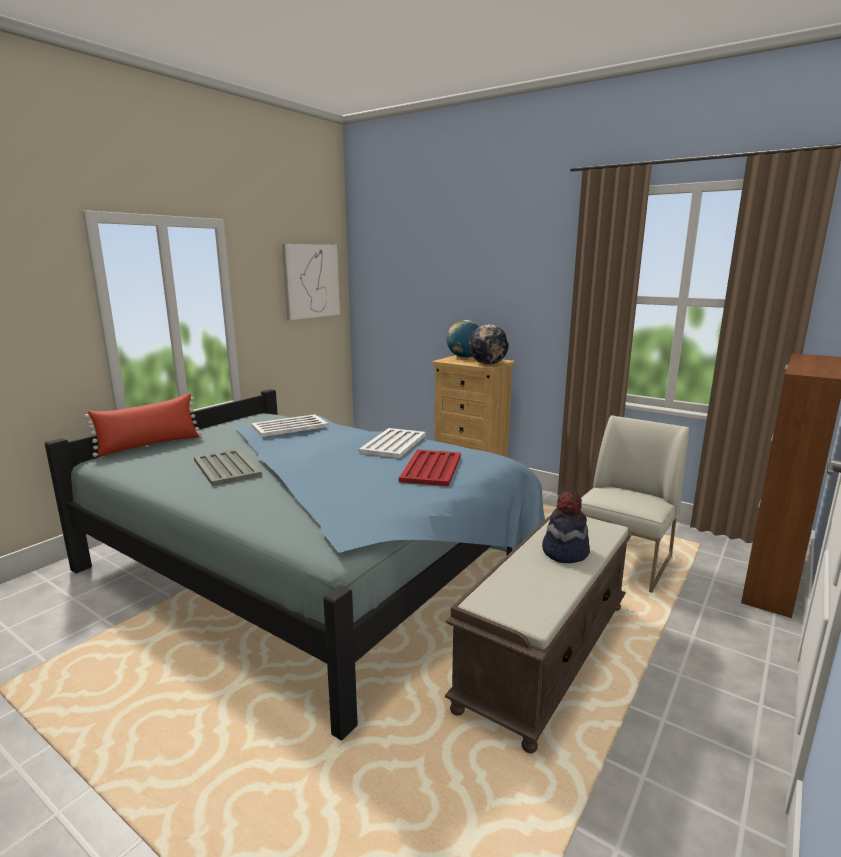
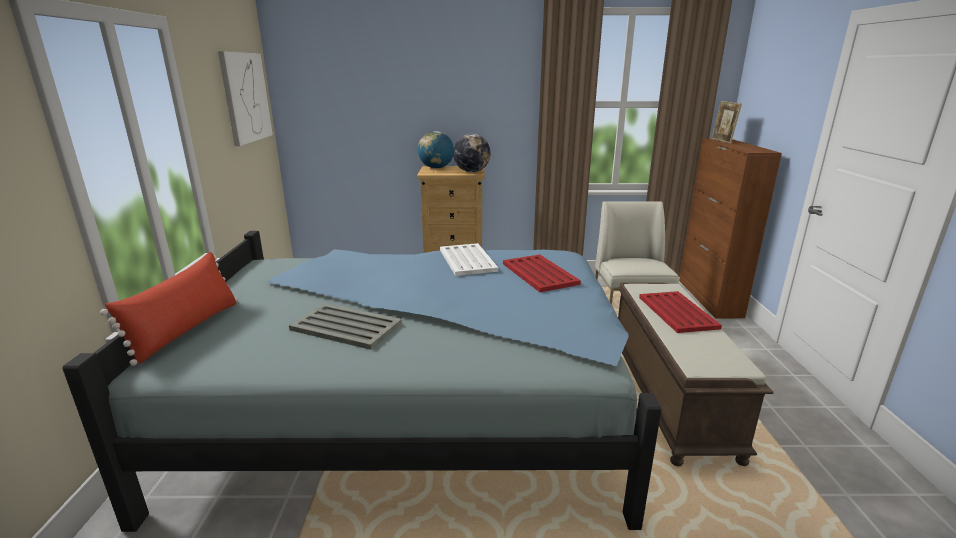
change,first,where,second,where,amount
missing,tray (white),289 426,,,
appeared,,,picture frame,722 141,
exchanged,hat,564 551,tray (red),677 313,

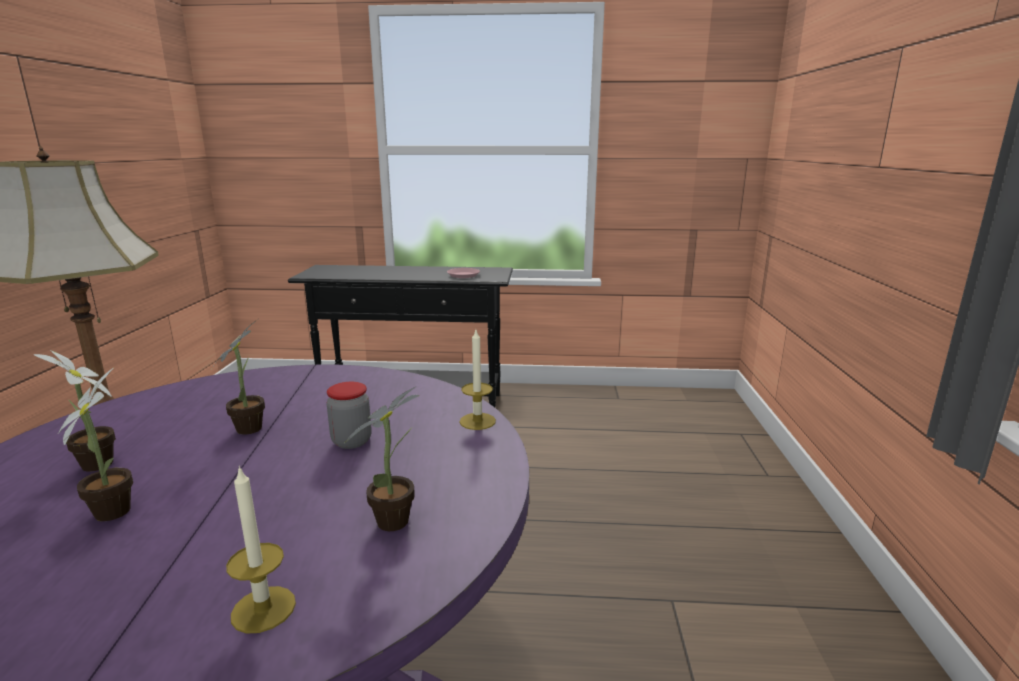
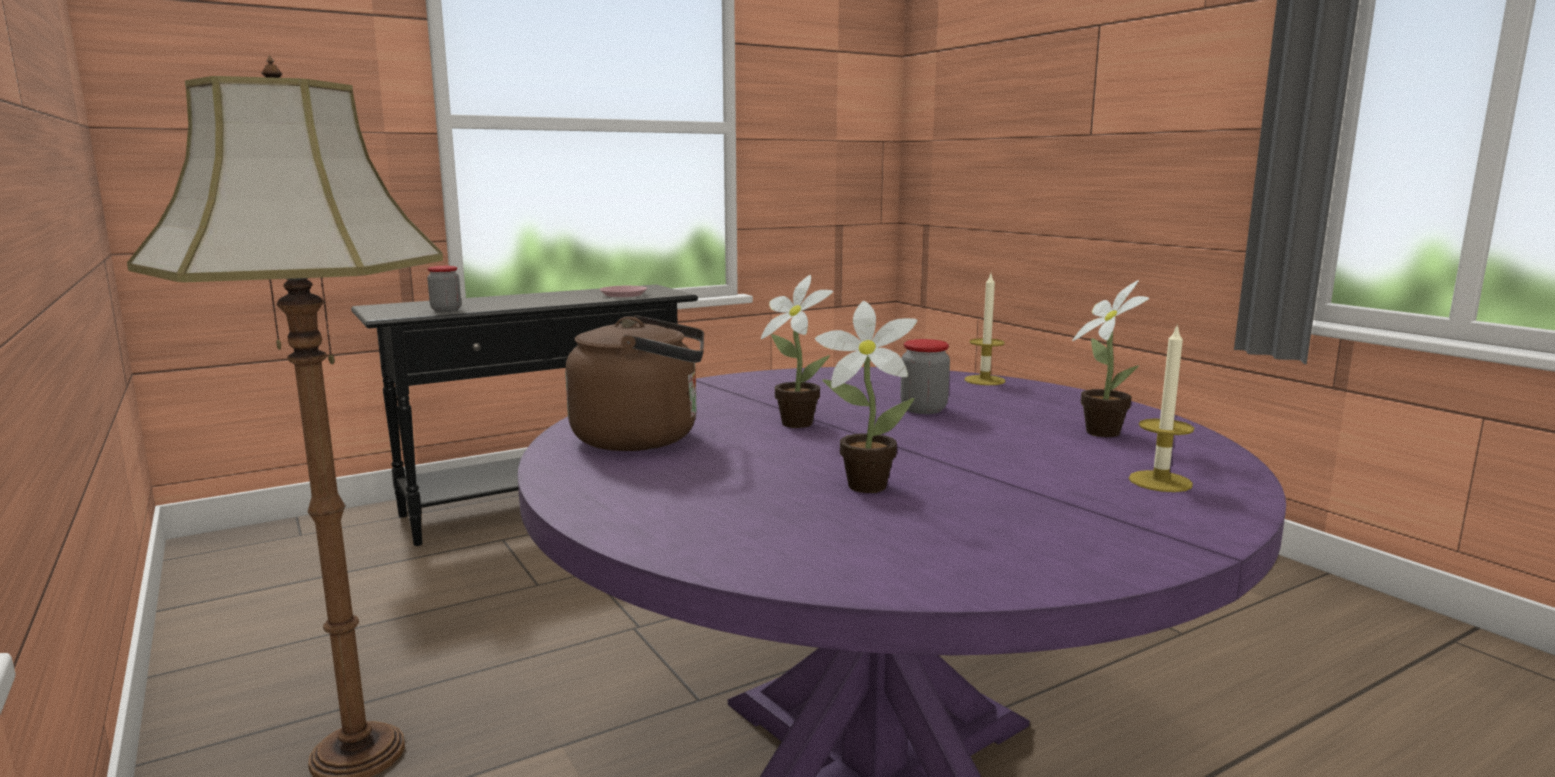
change,first,where,second,where,amount
missing,potted plant,96 467,,,
appeared,,,jar,446 310,
appeared,,,kettle (brown),644 438,

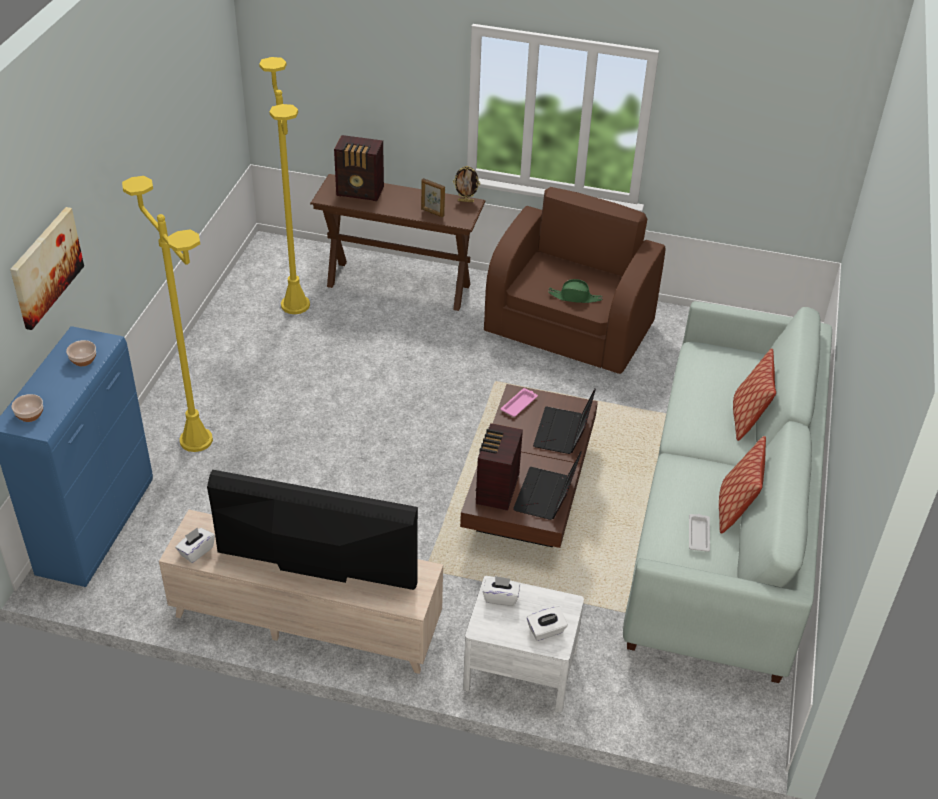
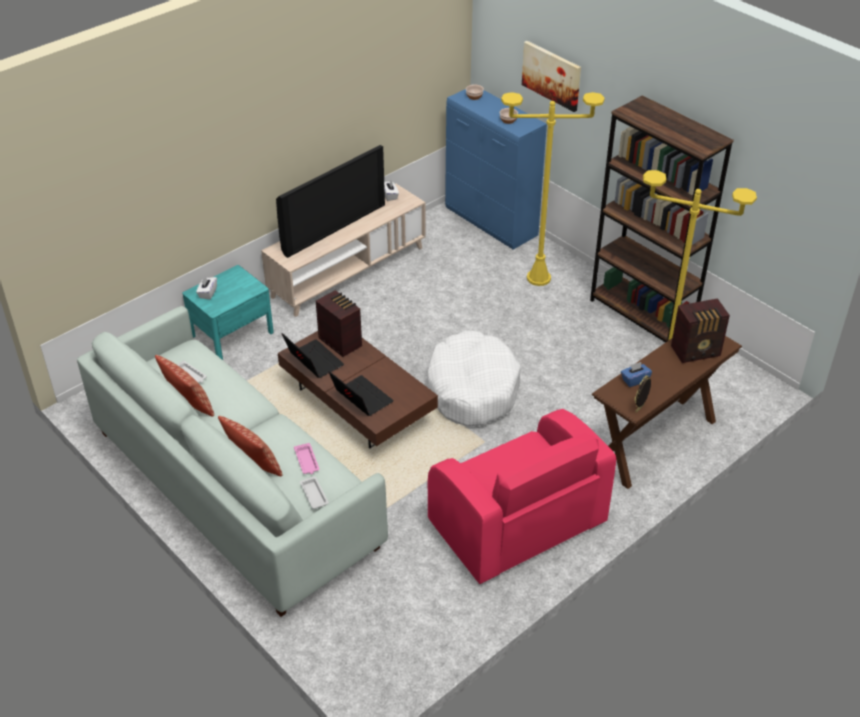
change,first,where,second,where,amount
missing,tissue box (white),500 597,,,
missing,hat (green),575 297,,,
appeared,,,tray (white),314 494,
appeared,,,dog bed (white),472 389,
appeared,,,bookcase (brown),642 315,
relocated,tray (pink),519 404,,307 461,
exchanged,picture frame,432 212,tissue box (blue),634 380,
colour,nightstand (white),520 669,nightstand (turquoise),232 334,
colour,armchair (brown),570 328,armchair (pink),516 524,
spun,radio,361 192,,696 351,150 degrees counterclockwise

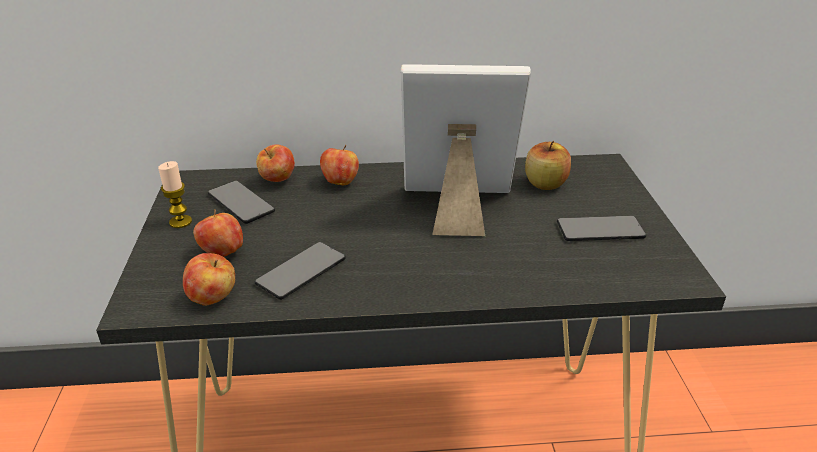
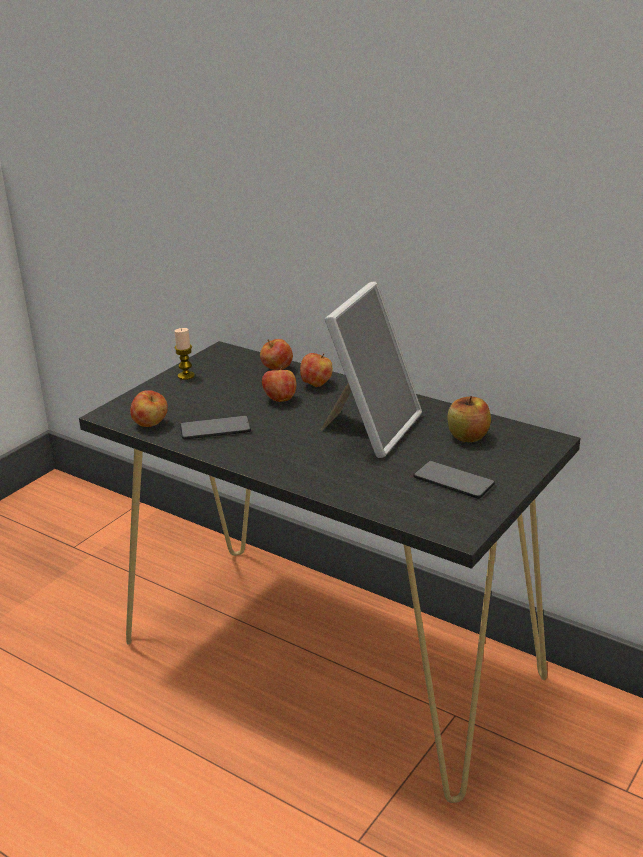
change,first,where,second,where,amount
missing,phone,241 203,,,
relocated,apple,222 253,,280 399,
spun,picture frame,456 208,,370 429,75 degrees clockwise

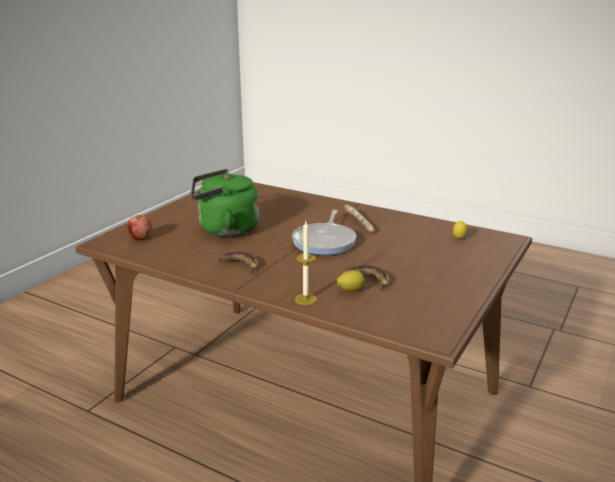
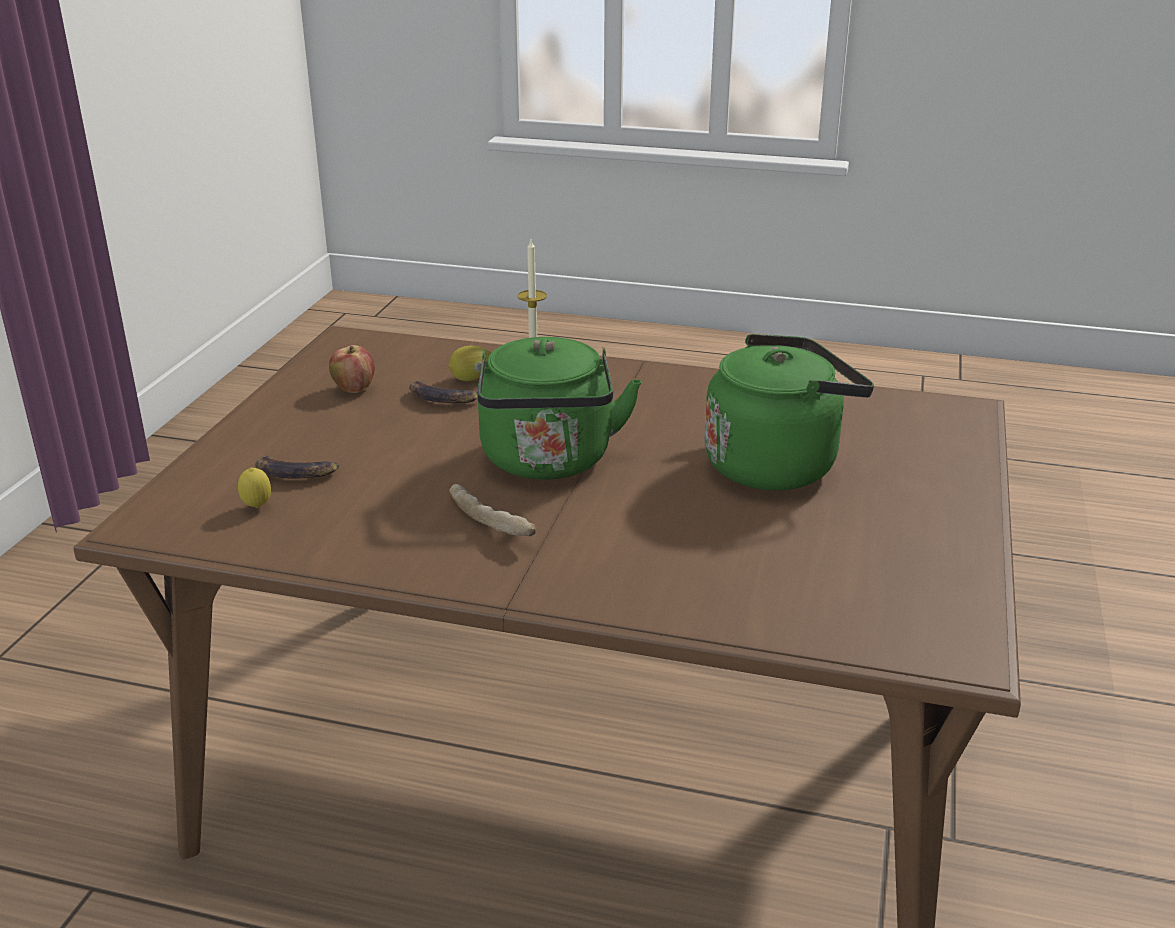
change,first,where,second,where,amount
relocated,apple,140 238,,354 389,
relocated,banana,240 265,,295 472,
exchanged,frying pan,325 241,kettle (green),548 462,

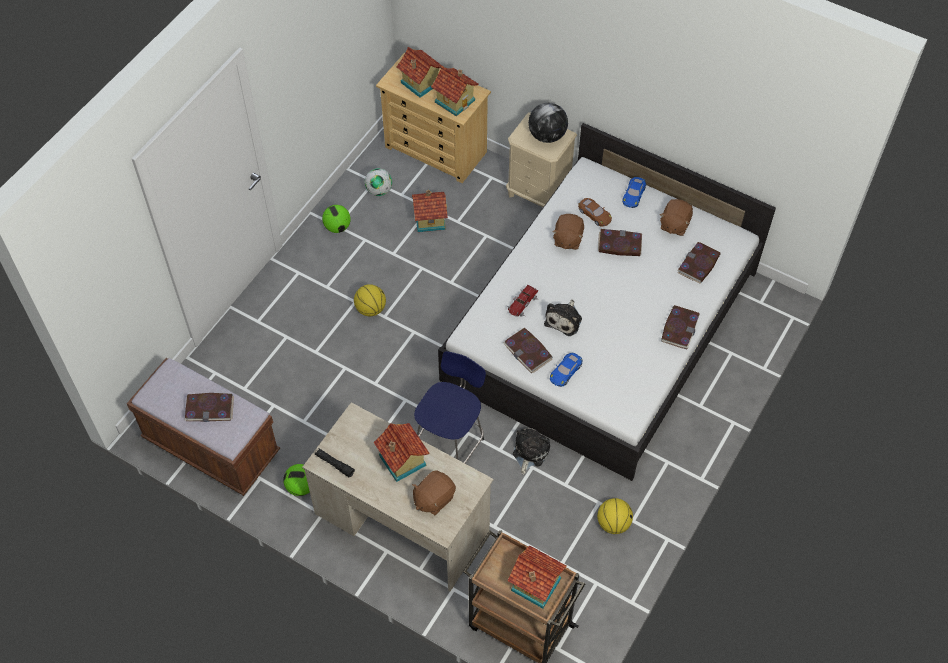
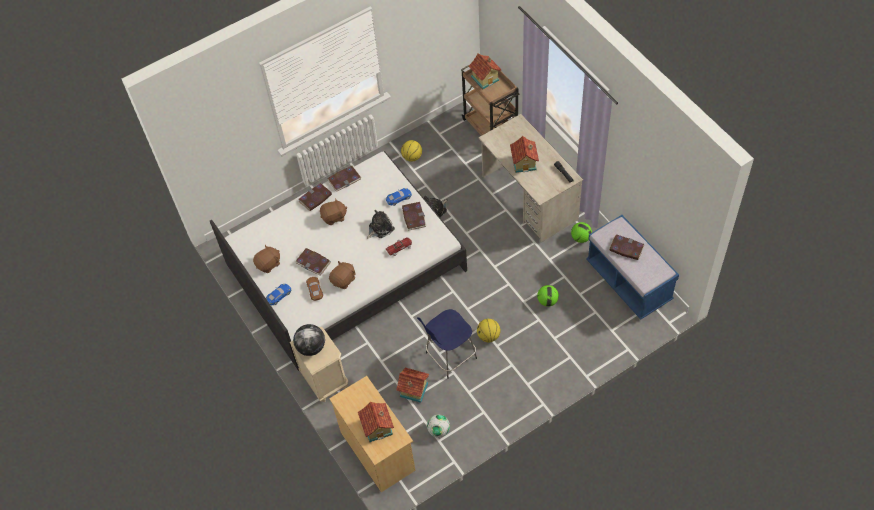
change,first,where,second,where,amount
missing,toy house,455 100,,,
relocated,football,337 227,,547 301,
relocated,plush toy (brown),433 498,,334 217,
relocated,stool (blue),450 446,,449 356,
relocated,book,698 264,,344 179,
colour,bench (brown),211 447,bench (blue),628 281,

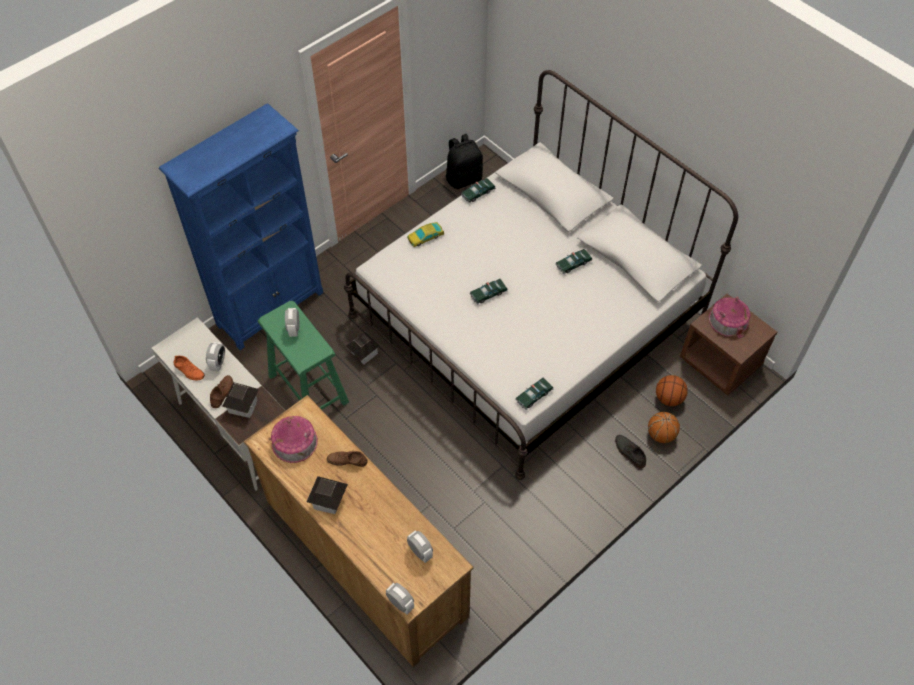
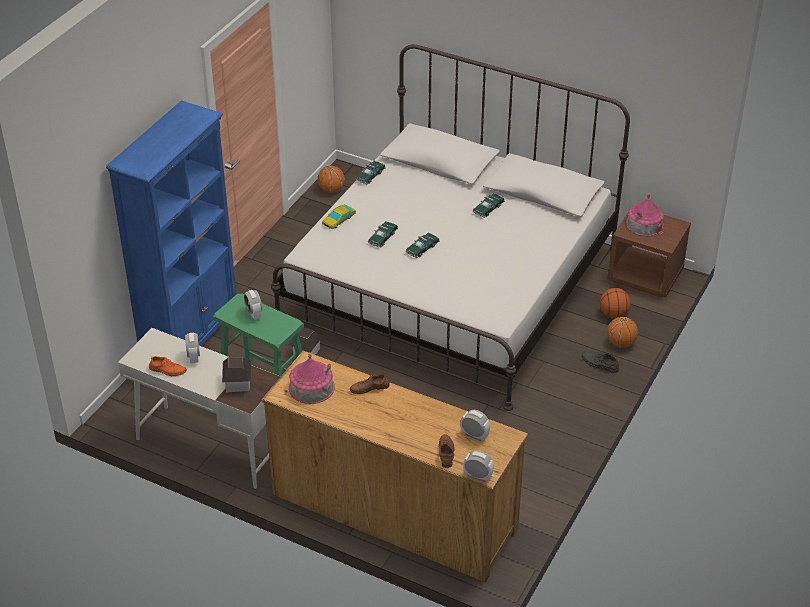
change,first,where,second,where,amount
missing,toy house,328 500,,,
relocated,shoe (brown),222 393,,446 453,
relocated,toy car,534 396,,383 237,
exchanged,backpack (black),463 178,basketball,331 190,

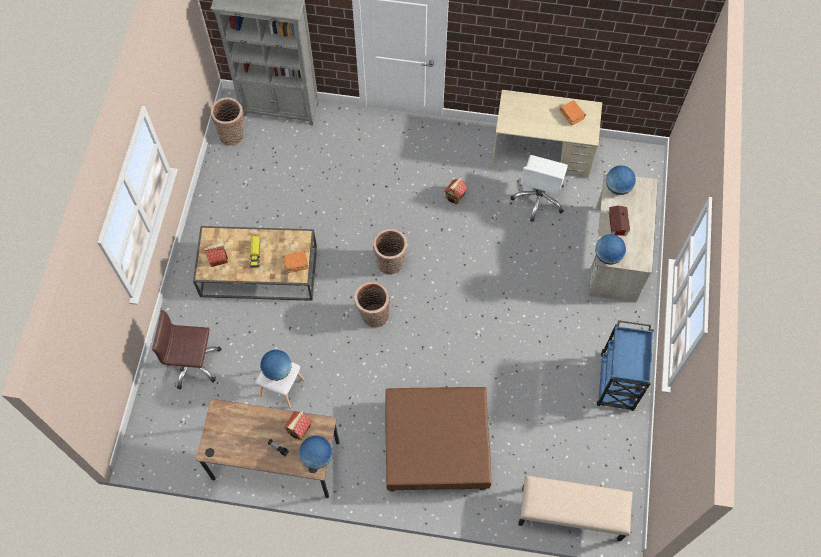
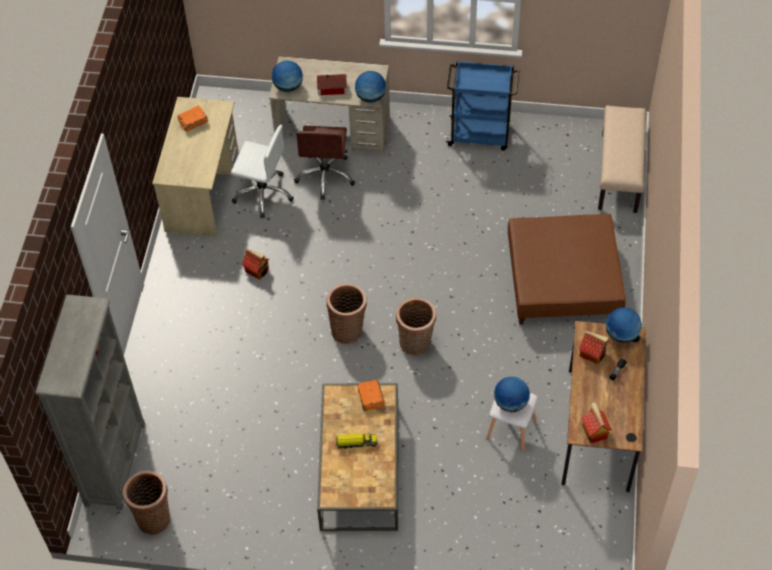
change,first,where,second,where,amount
relocated,office chair (brown),193 363,,325 176,
relocated,toy house,218 258,,594 431,

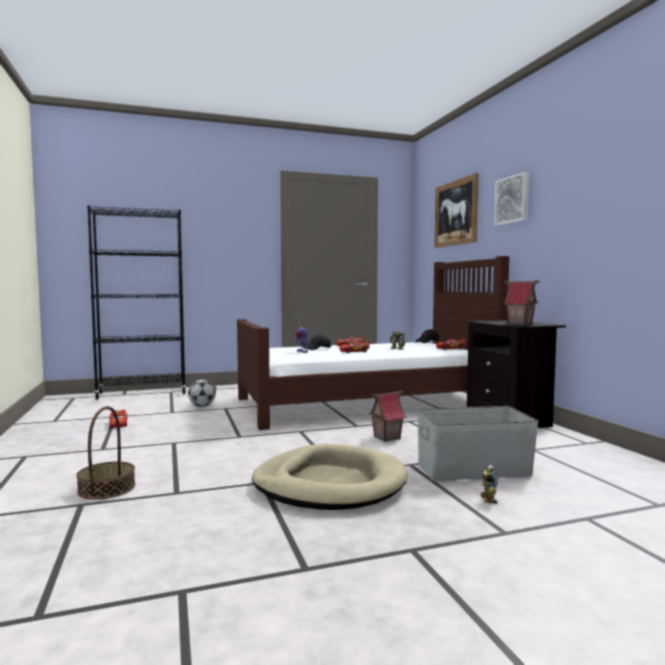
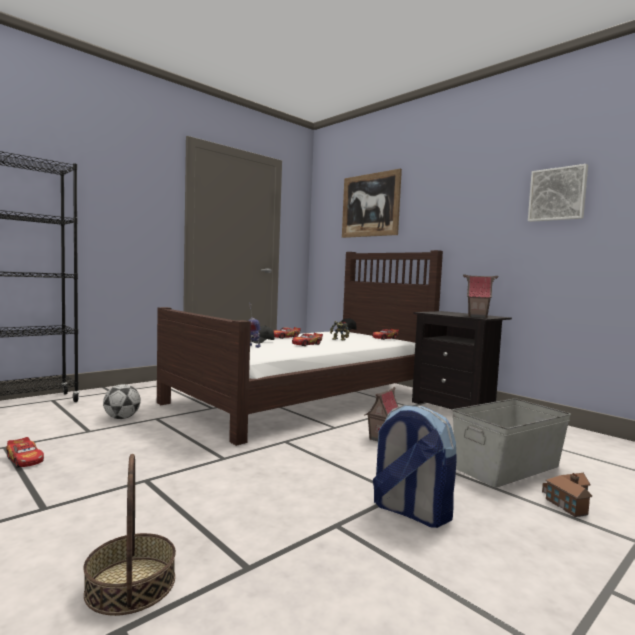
change,first,where,second,where,amount
relocated,picture,513 200,,557 194,
exchanged,dog bed (beige),329 484,backpack,410 511,
exchanged,toy robot,487 499,toy house,567 502,

